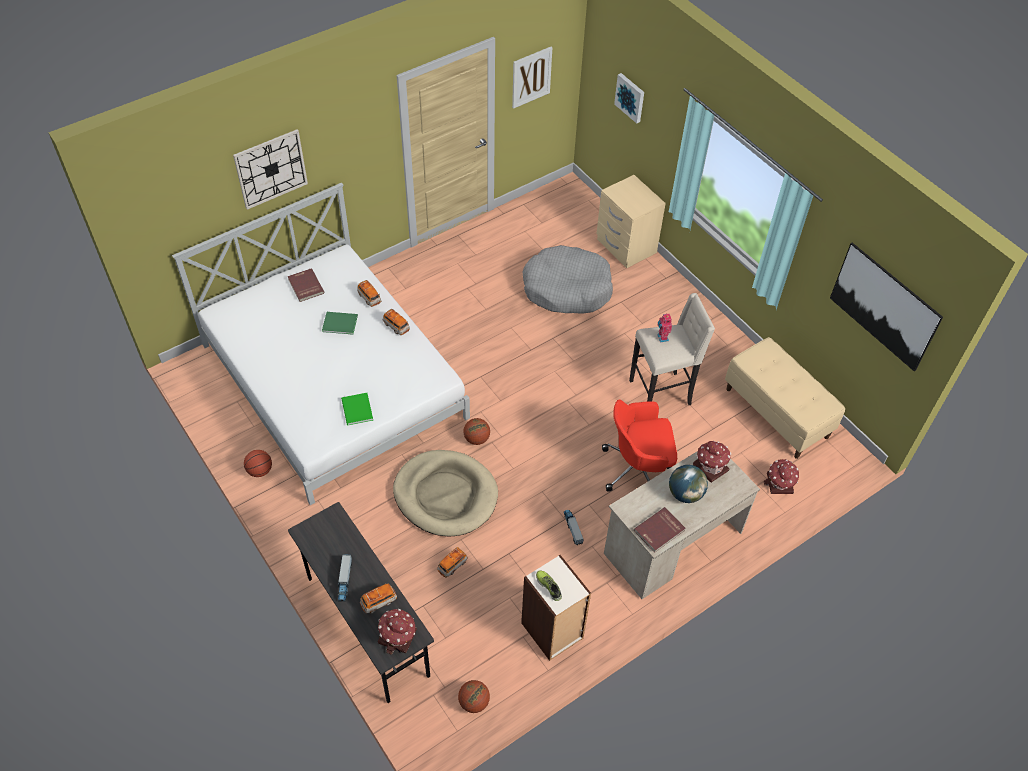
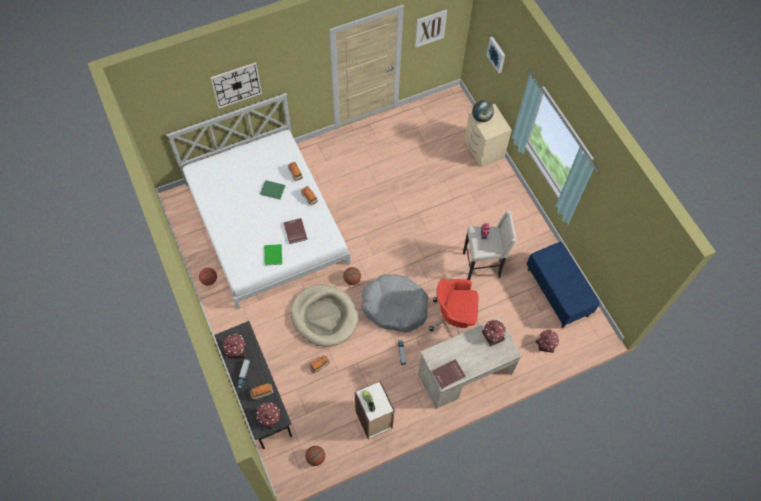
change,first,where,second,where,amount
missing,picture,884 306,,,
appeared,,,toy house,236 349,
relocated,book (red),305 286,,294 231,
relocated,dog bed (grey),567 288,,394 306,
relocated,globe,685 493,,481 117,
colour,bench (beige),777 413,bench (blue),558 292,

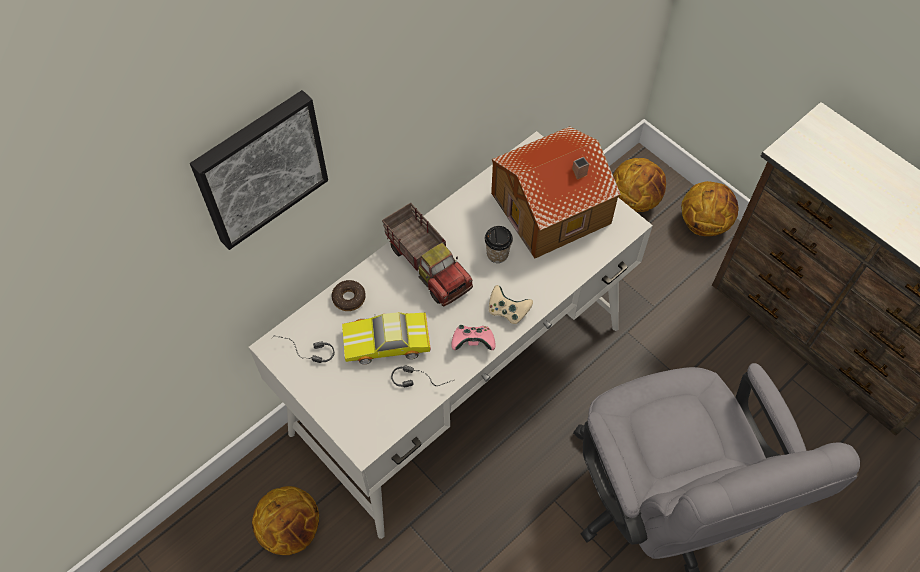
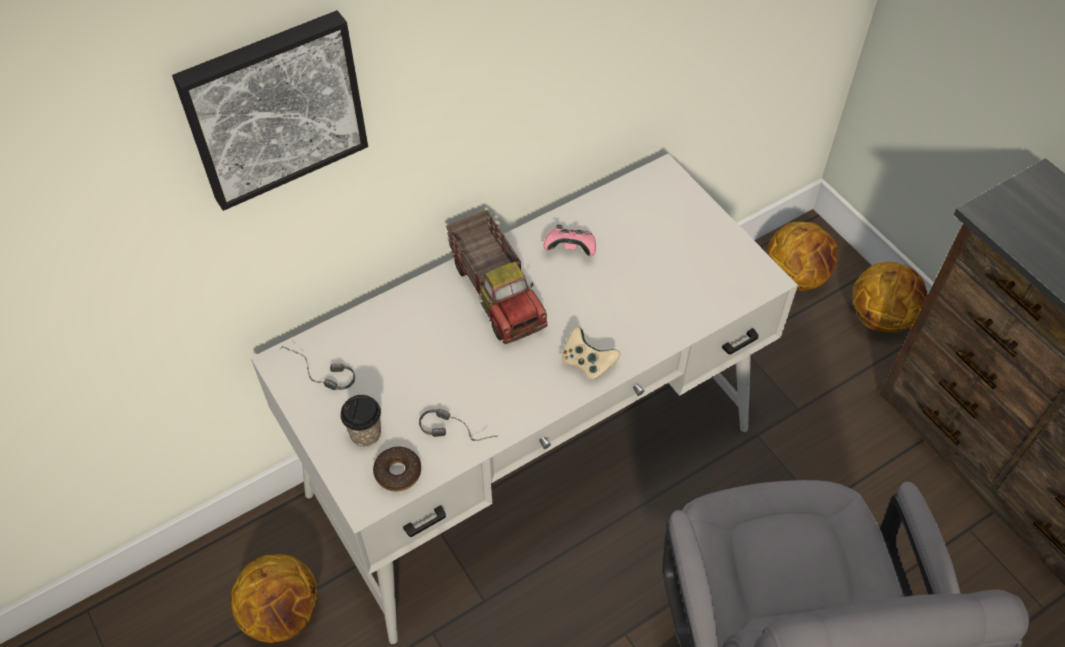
change,first,where,second,where,amount
missing,toy car,388 343,,,
missing,toy house,553 209,,,
relocated,donut,349 298,,398 472,
relocated,game controller (pink),473 343,,571 249,
relocated,cup,497 254,,365 434,

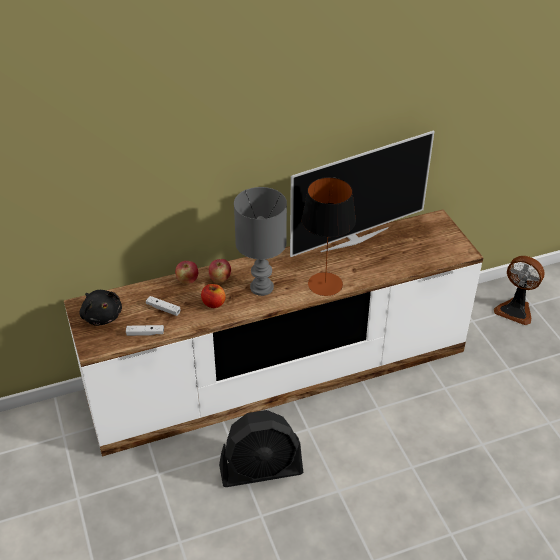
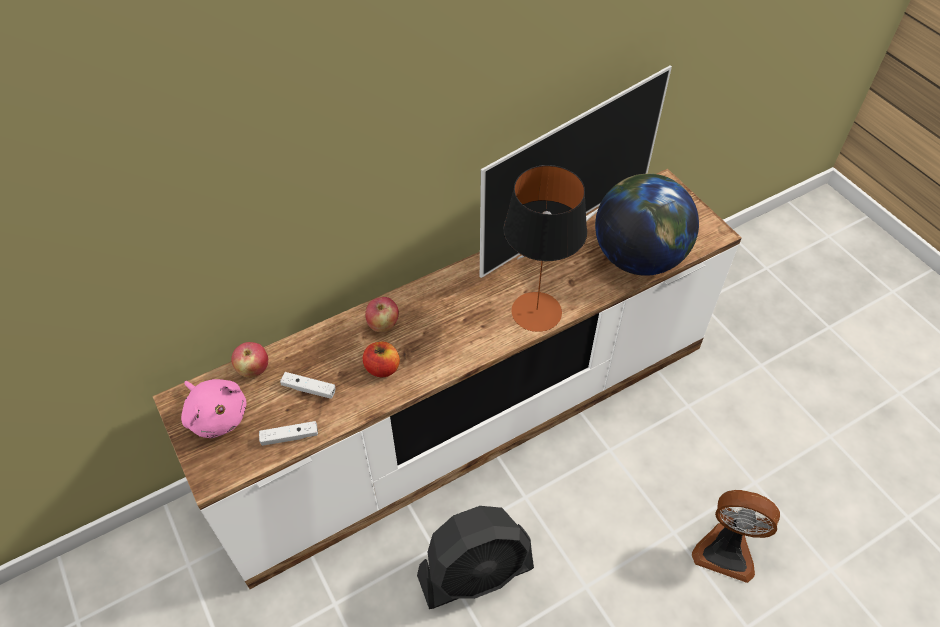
change,first,where,second,where,amount
missing,table lamp (grey),260 287,,,
appeared,,,globe,638 257,
relocated,apple,187 280,,253 370,
relocated,fan,515 310,,725 550,
colour,plush toy (black),102 316,plush toy (pink),217 415,

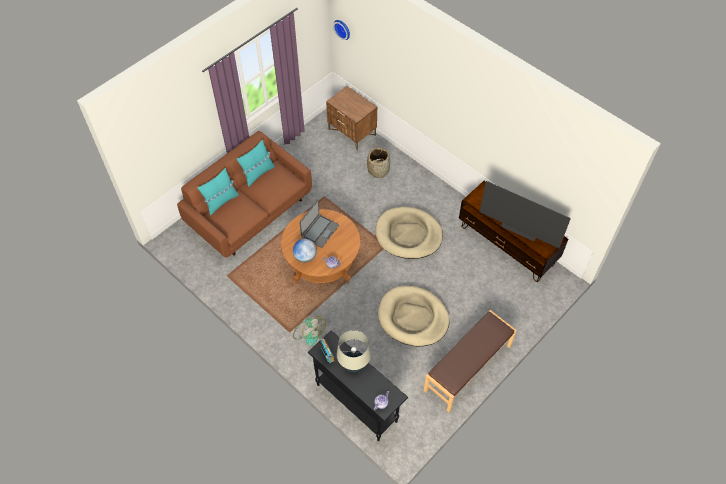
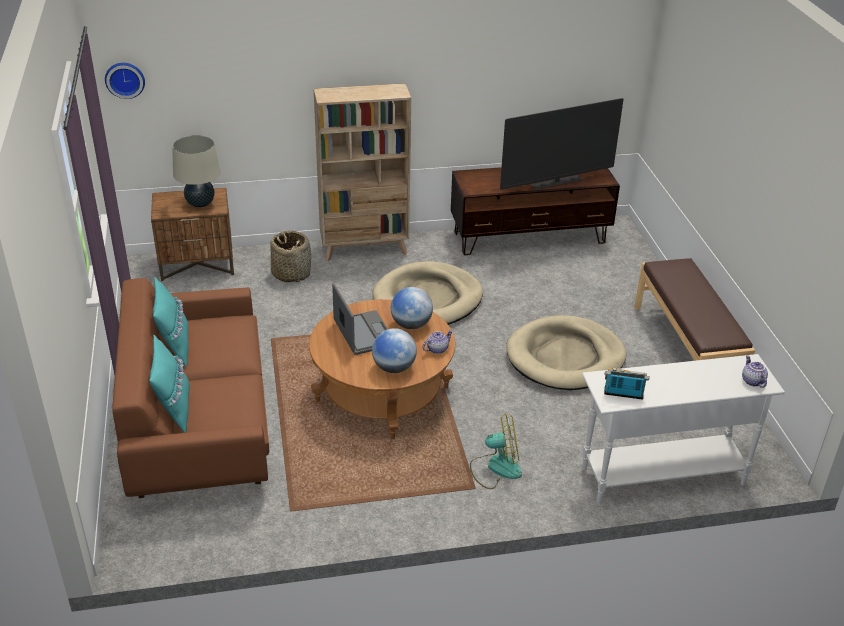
change,first,where,second,where,amount
appeared,,,bookcase (beige),365 248,
appeared,,,globe,411 325,
relocated,table lamp (beige),354 365,,200 203,
colour,console table (black),356 402,console table (white),662 476,

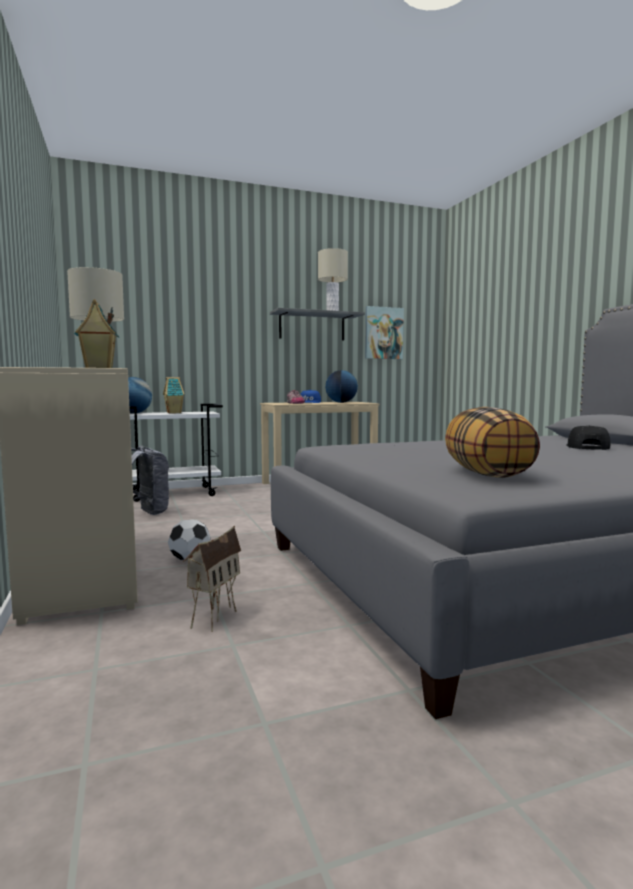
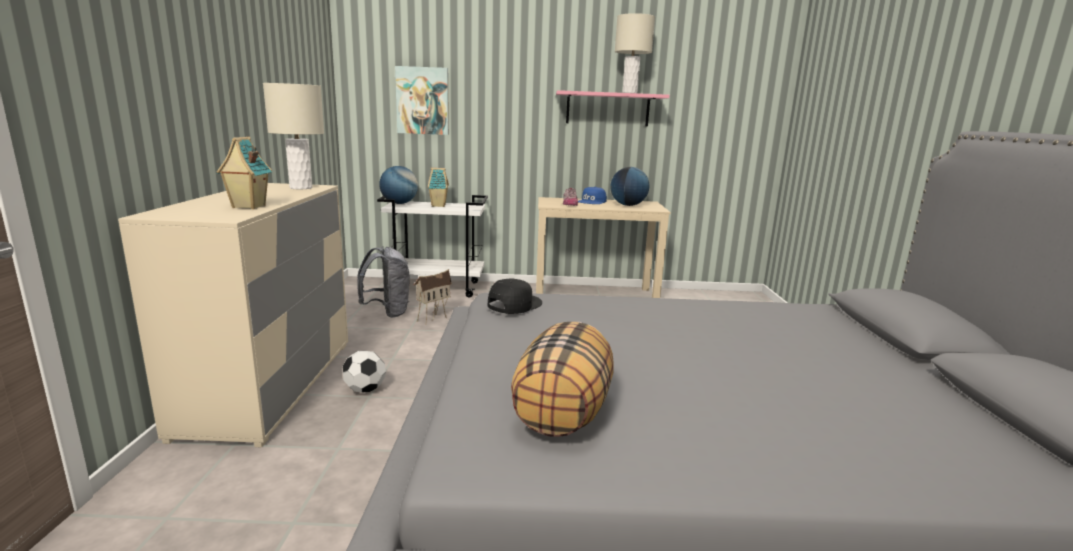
change,first,where,second,where,amount
relocated,toy house,213 617,,432 318,
relocated,picture,383 333,,422 101,
relocated,cap (black),586 447,,514 304,
colour,shelf (grey),312 326,shelf (pink),607 109,

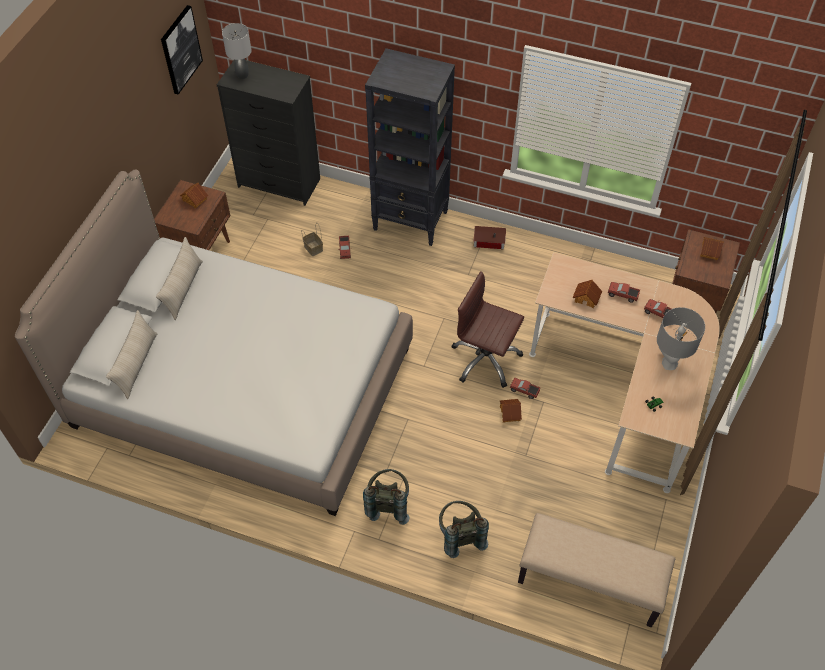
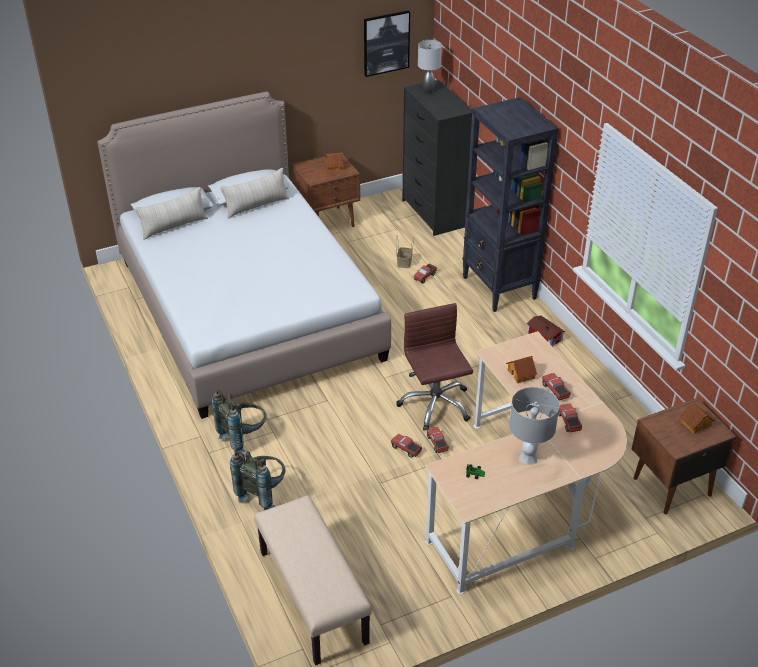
change,first,where,second,where,amount
exchanged,toy house,510 413,toy truck,406 449,

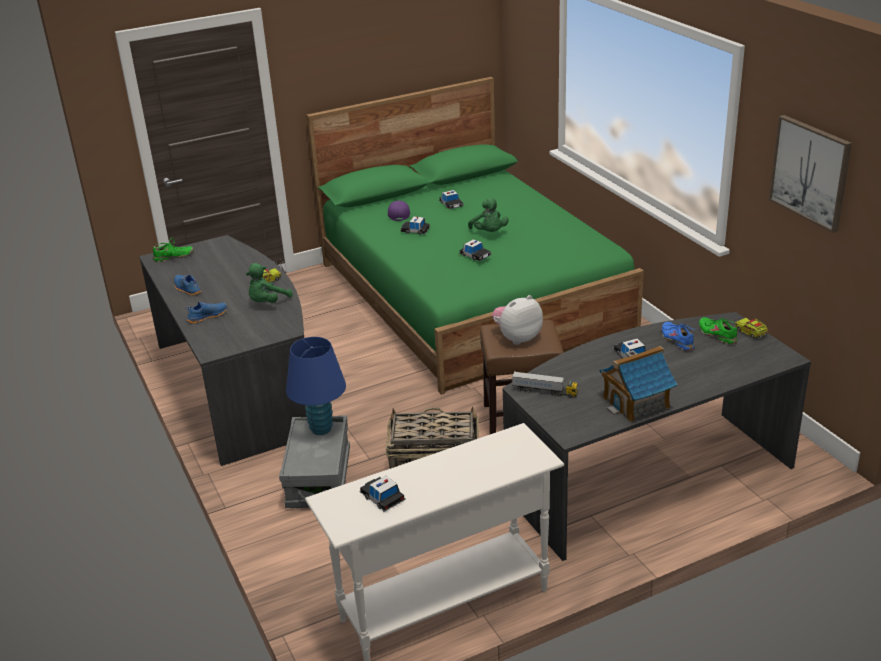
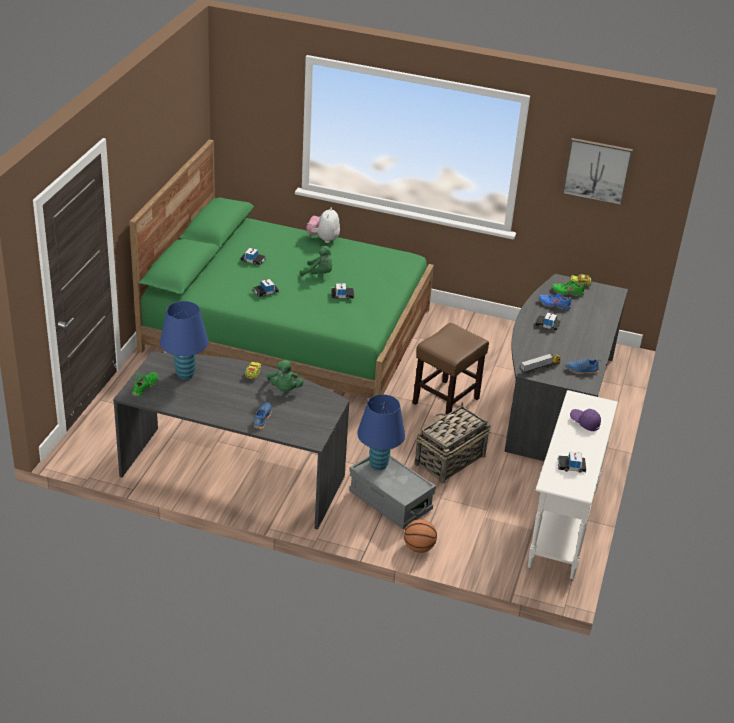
change,first,where,second,where,amount
missing,toy house,636 402,,,
appeared,,,table lamp (blue),185 374,
appeared,,,basketball,419 547,
relocated,shoe (blue),186 289,,582 370,
relocated,cap (purple),398 214,,584 422,
relocated,plush toy,517 338,,323 239,

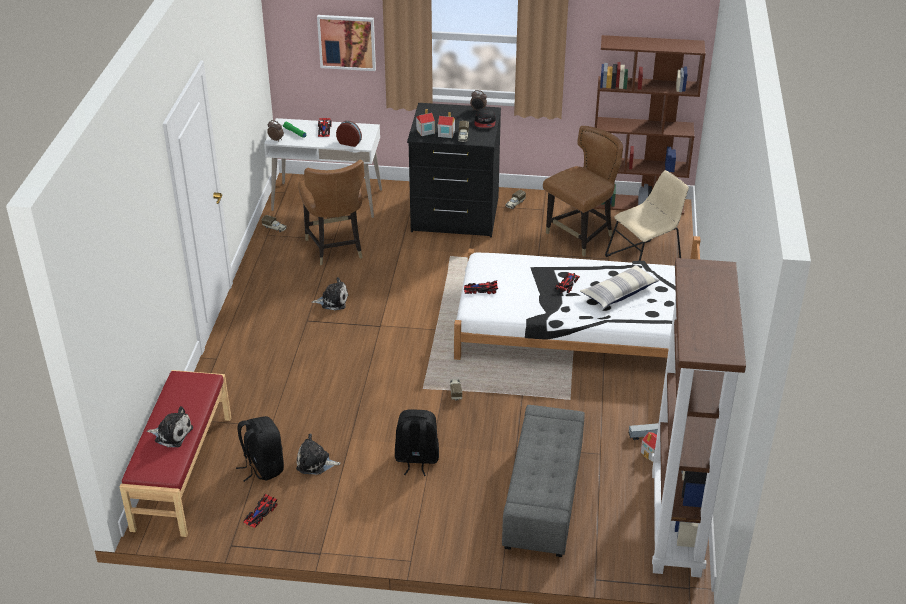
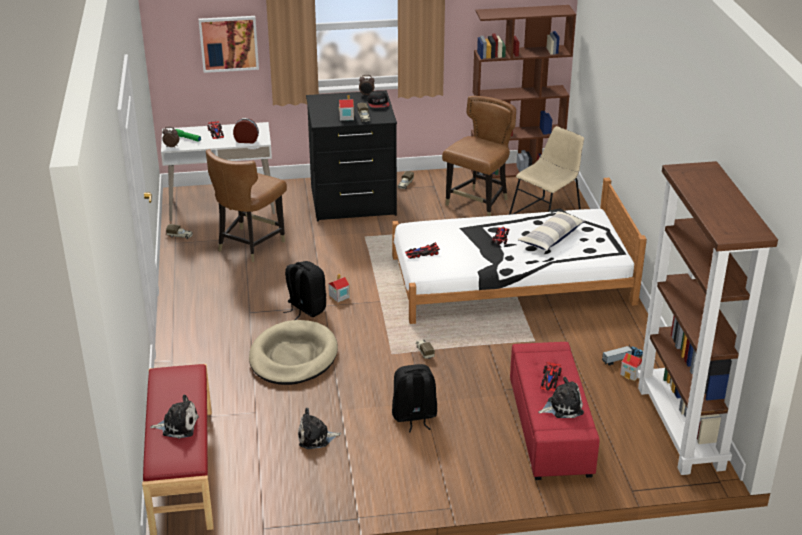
change,first,where,second,where,amount
appeared,,,dog bed (beige),293 357,
relocated,backpack (black),263 467,,305 309,
relocated,toy car,260 513,,550 379,
relocated,plush toy,333 301,,562 407,
relocated,toy house,425 131,,339 296,
colour,ottoman (grey),542 497,ottoman (red),549 428,
spun,chair (brown),335 248,,249 245,60 degrees clockwise

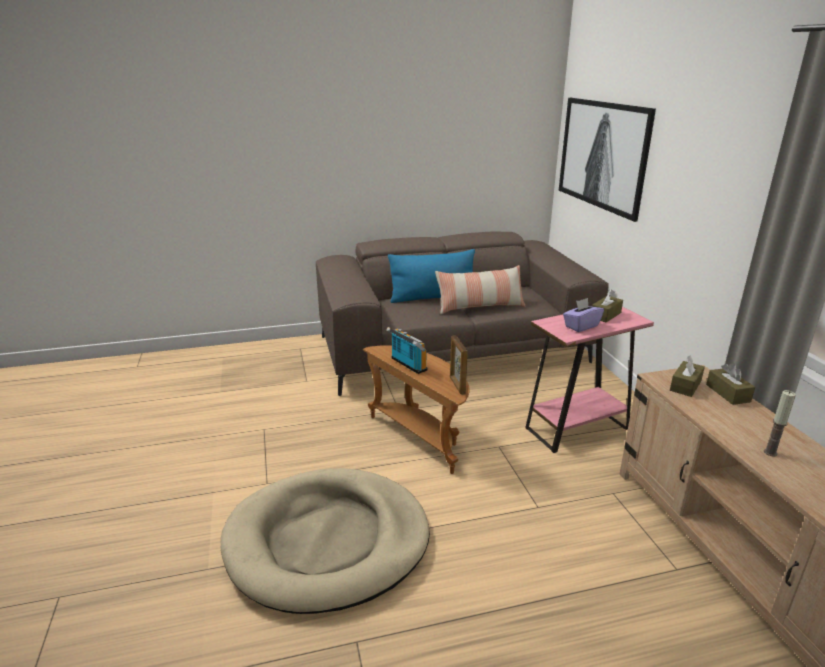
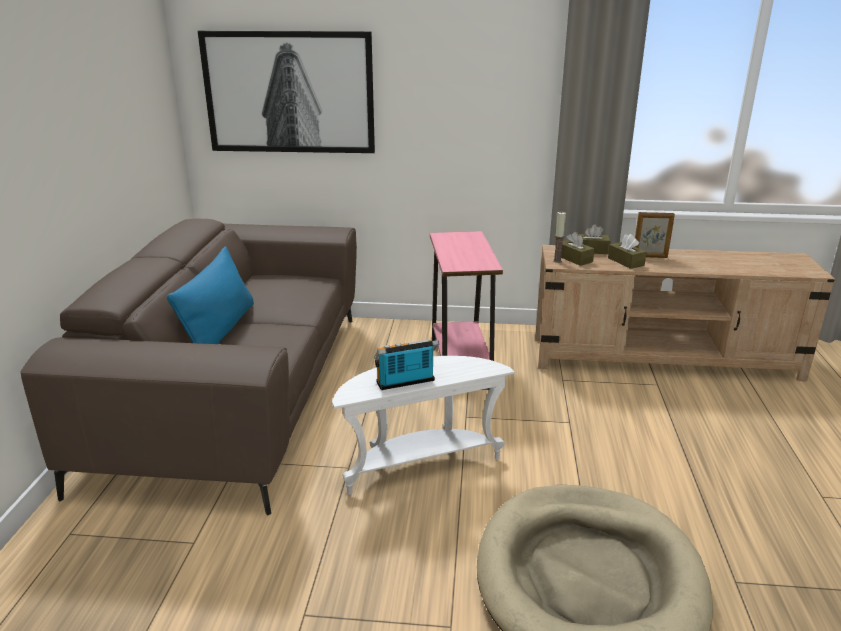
change,first,where,second,where,amount
missing,pillow,480 307,,,
missing,tissue box (purple),581 326,,,
relocated,picture frame,457 385,,650 257,
relocated,tissue box (brown),605 315,,625 262,
relocated,candle,770 452,,557 261,
colour,side table (brown),420 437,side table (white),419 464,

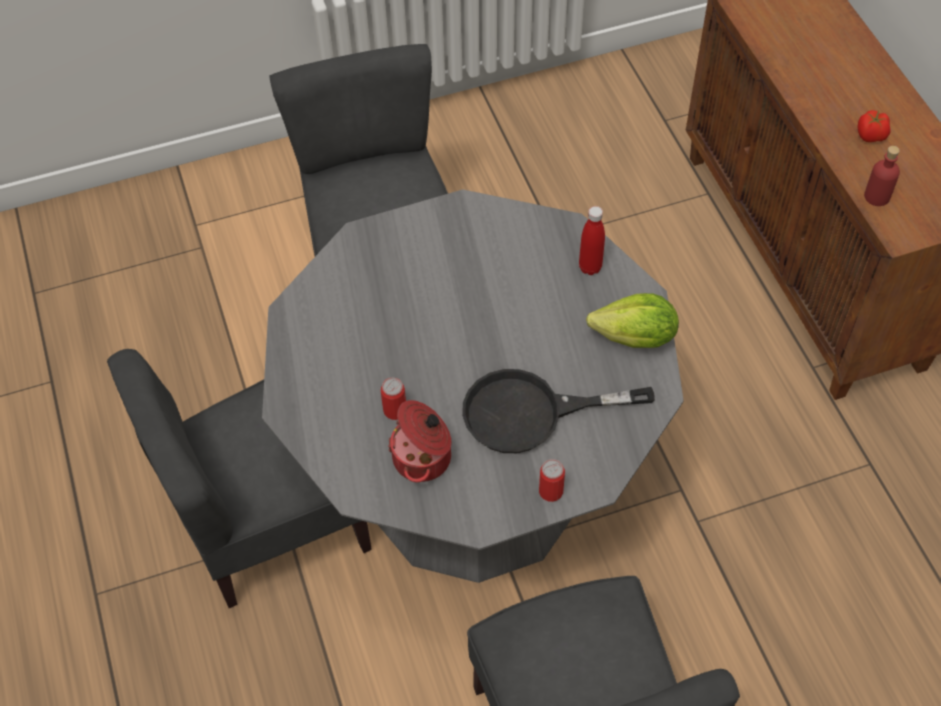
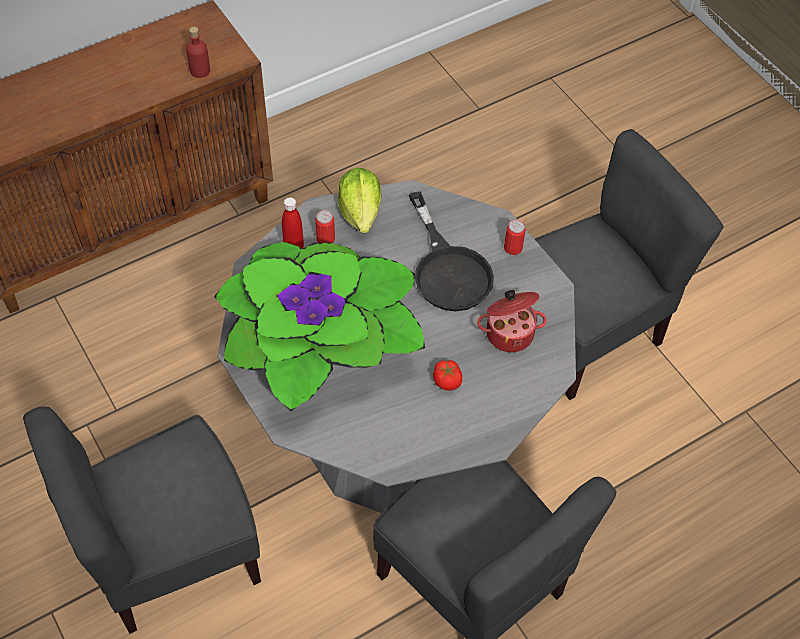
change,first,where,second,where,amount
appeared,,,potted plant,318 344,
relocated,can,395 410,,325 239,
relocated,tomato,871 136,,447 381,

